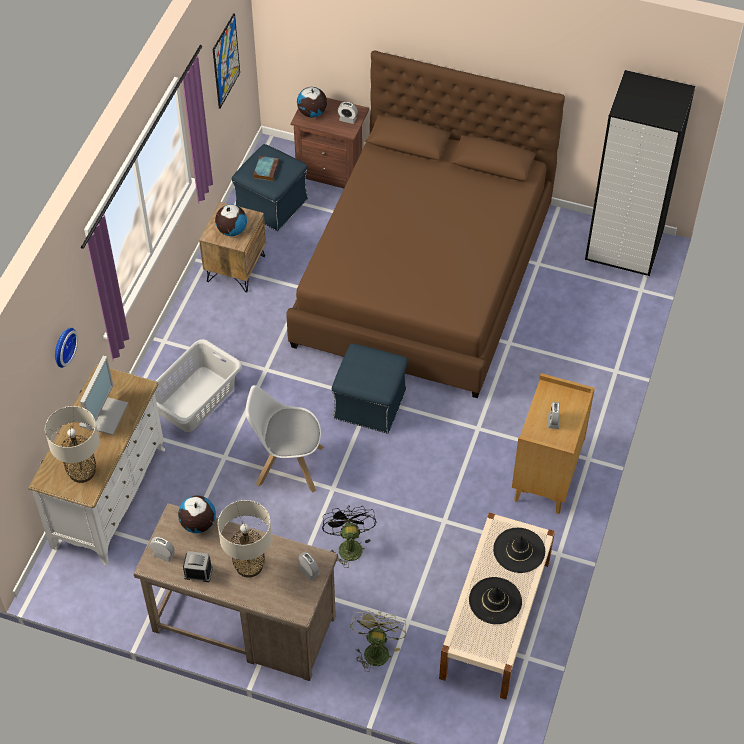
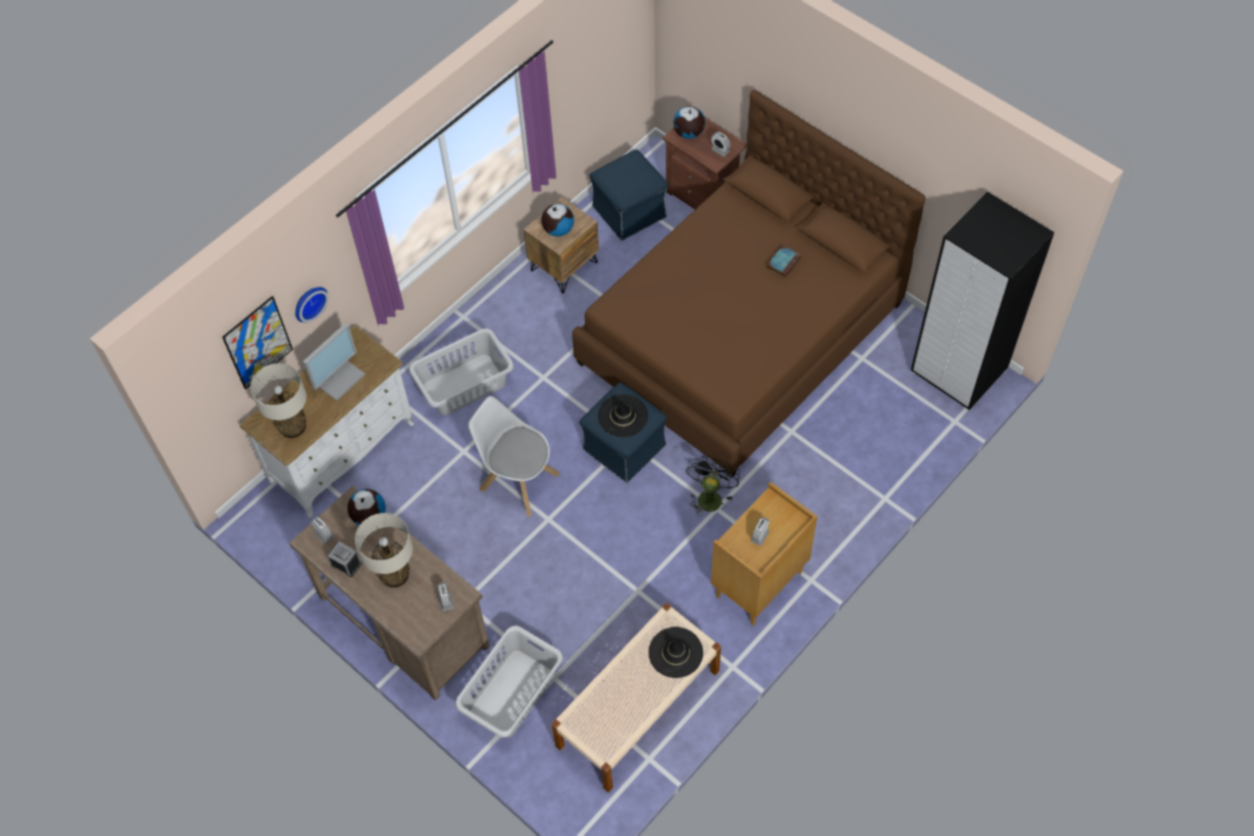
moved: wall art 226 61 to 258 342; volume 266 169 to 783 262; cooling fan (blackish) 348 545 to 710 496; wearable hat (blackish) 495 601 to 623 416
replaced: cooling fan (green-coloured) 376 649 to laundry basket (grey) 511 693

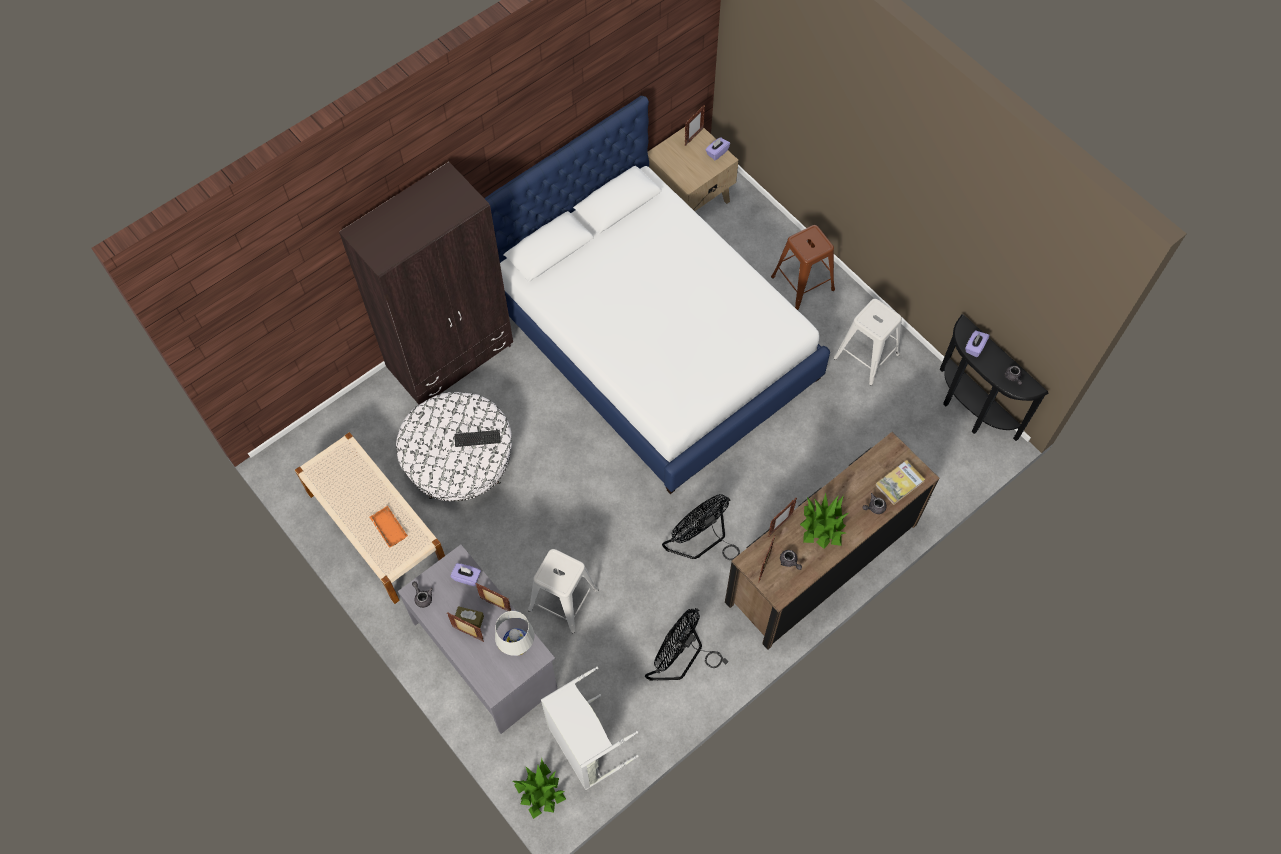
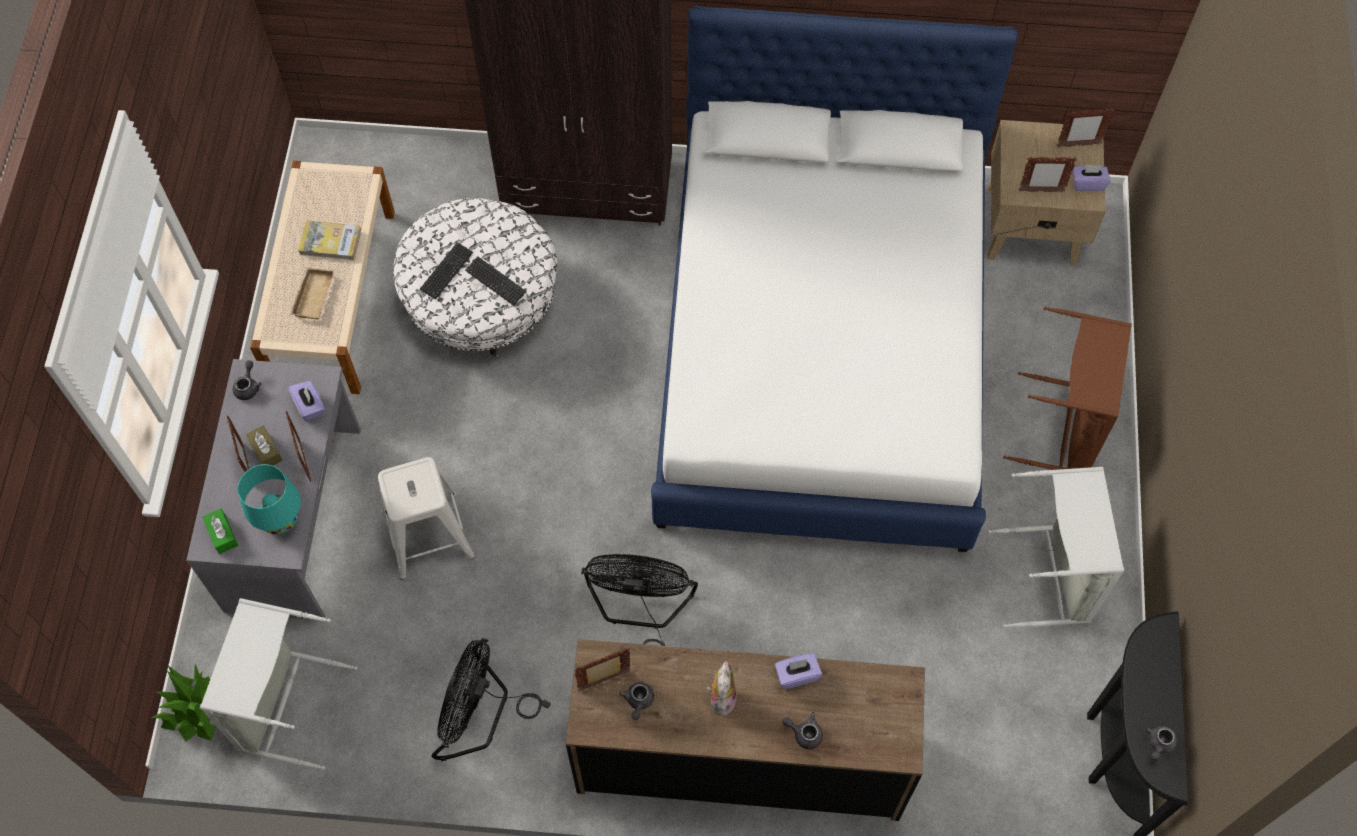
added: box of tissues (green-coloured) 222 534; computer keyboard 446 271
moved: standing frame 779 526 to 1040 191; volume 899 483 to 330 242; box of tissues (purple) 974 347 to 797 675
replaced: stool (brown) 803 283 to laundry basket (brown) 1065 427; plant in a pot 823 525 to cuddly toy 721 697; stool (whitish) 866 356 to laundry basket (grey) 1052 575
recoloured: carrying tray (orange-coloured) 388 528 to carrying tray (beige) 312 295; lamp for a table (whitish) 517 644 to lamp for a table (blue-green) 280 520
turned: cooling fan (blackish) 683 655 = 484 711 60 degrees counterclockwise

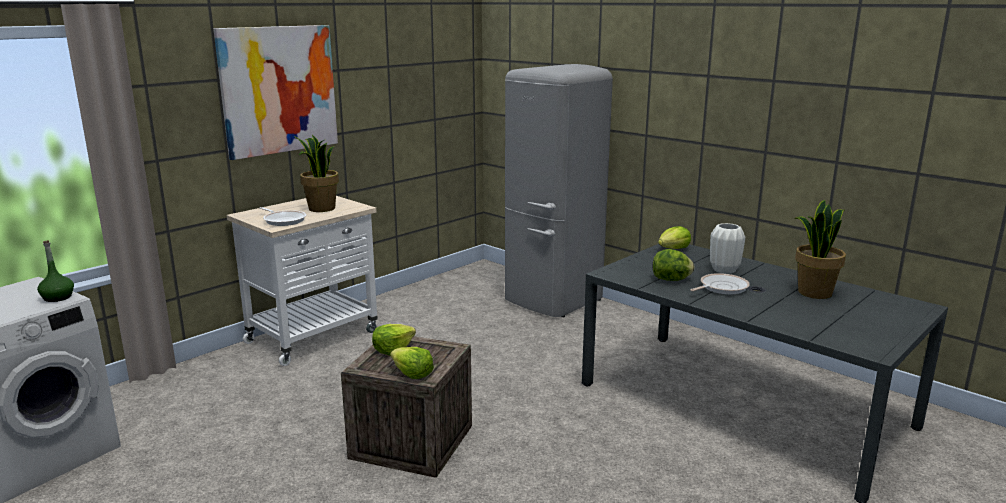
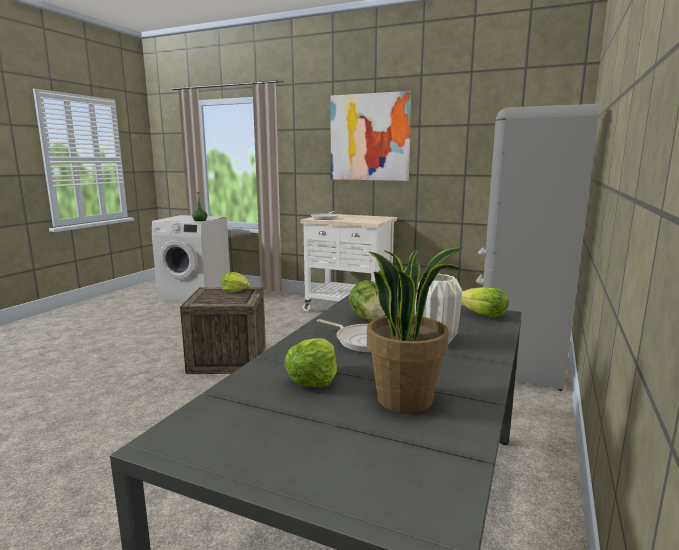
removed: plant in a pot 321 209
moved: lettuce 412 374 to 313 379

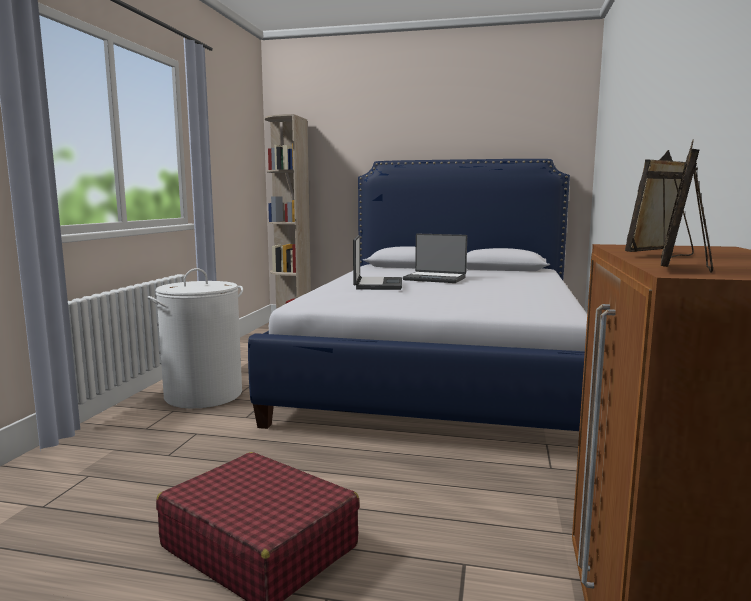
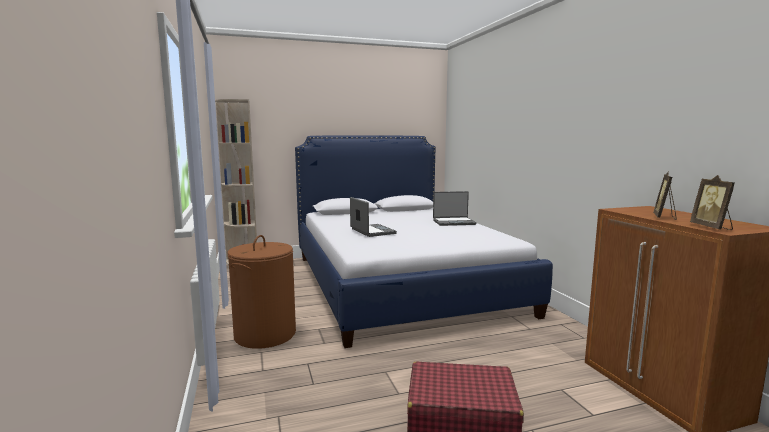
moved: laptop 435 279 to 453 222
recoloured: laundry basket (whitish) 203 395 to laundry basket (brown) 265 334

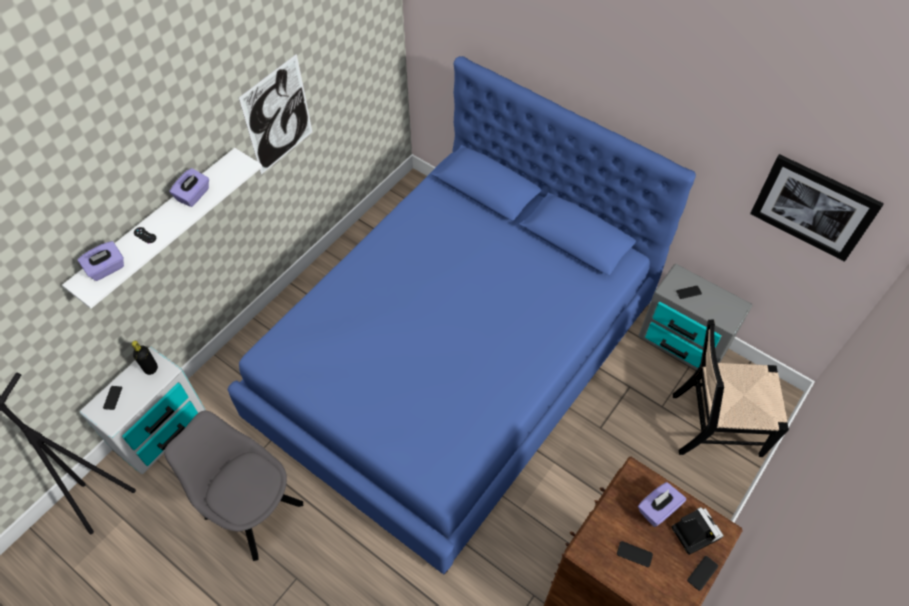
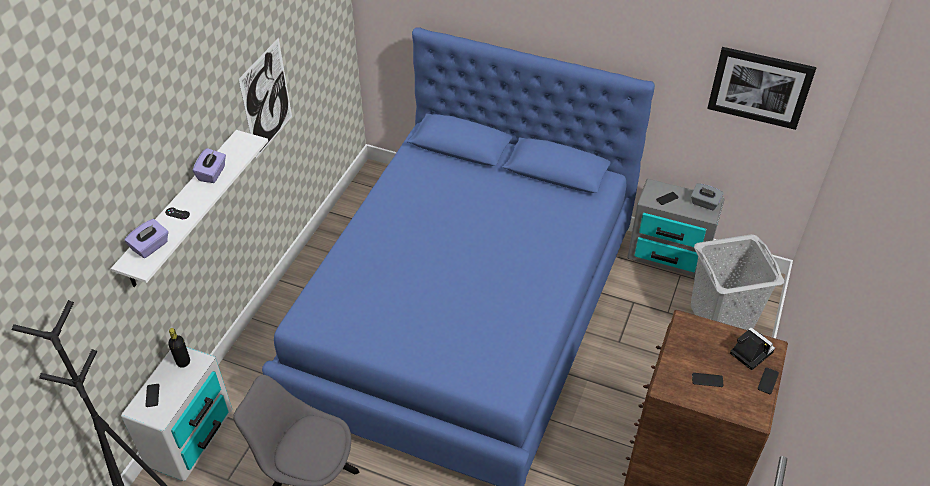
removed: box of tissues (purple) 657 509
added: box of tissues (grey) 704 203
replaced: plain chair 716 425 to laundry basket (grey) 720 317

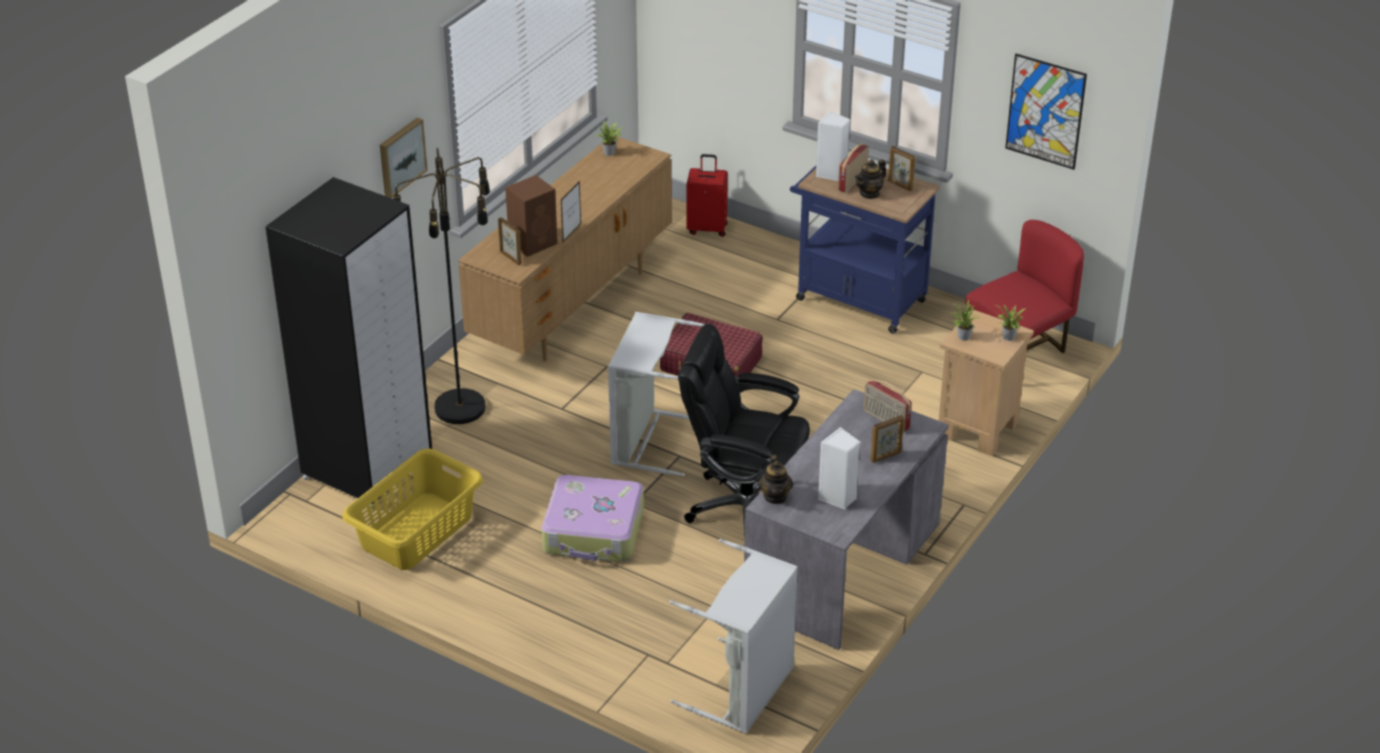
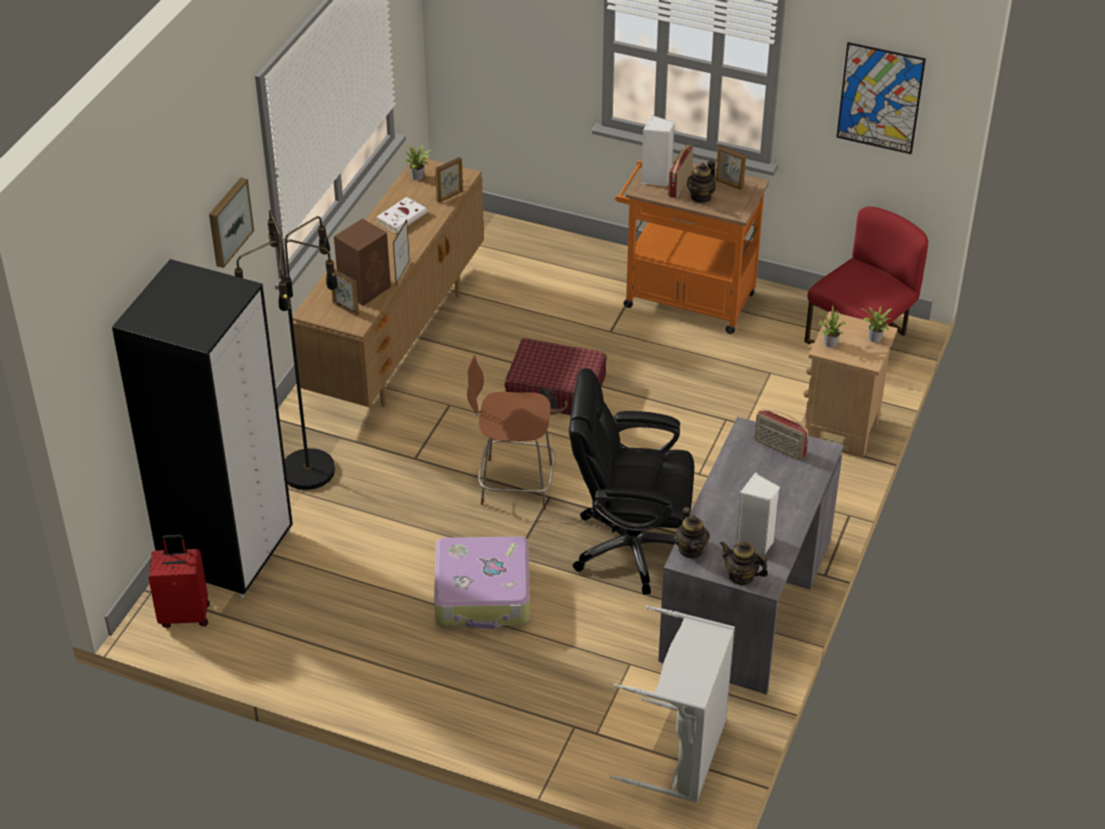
removed: laundry basket (yellow) 418 531
added: volume (whitish) 402 217; tea pot 741 576
moved: travel case (reddish) 707 228 to 185 614; standing frame 886 457 to 450 196
replaced: laundry basket (grey) 648 440 to plain chair (brown) 513 483
recoloured: trolley (blue) 857 299 to trolley (orange-coloured) 685 300

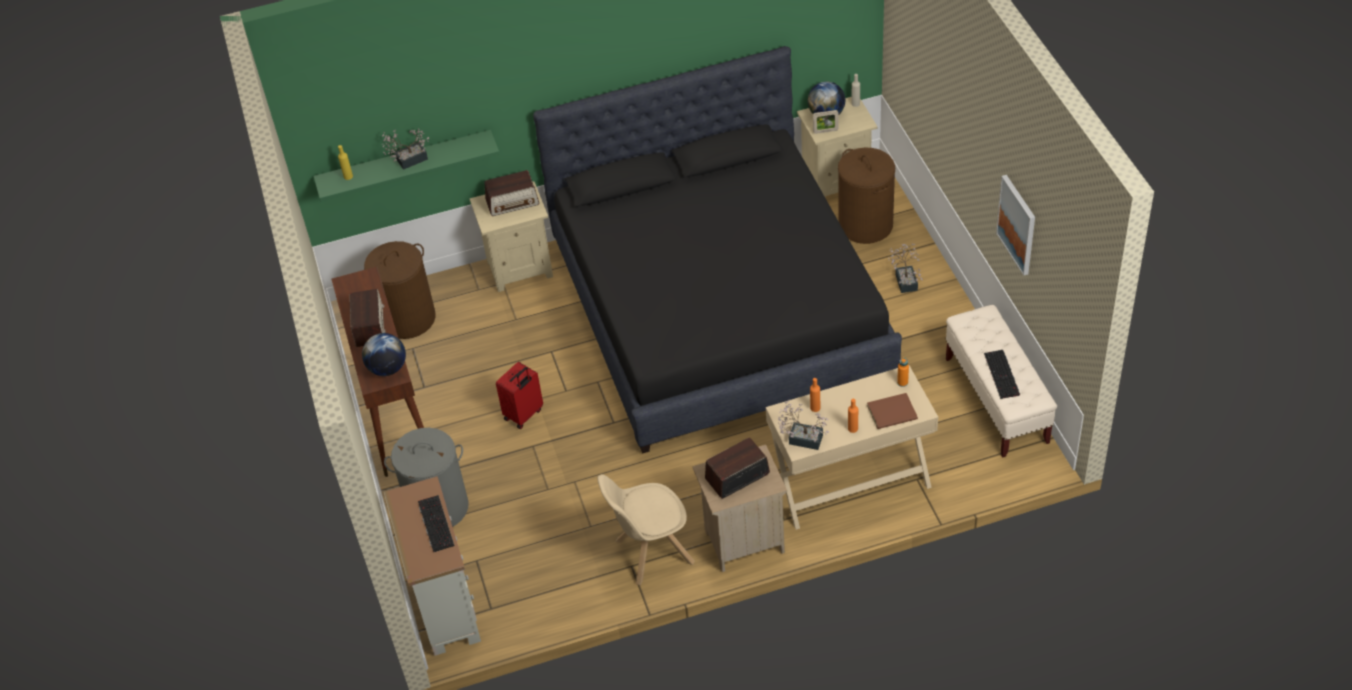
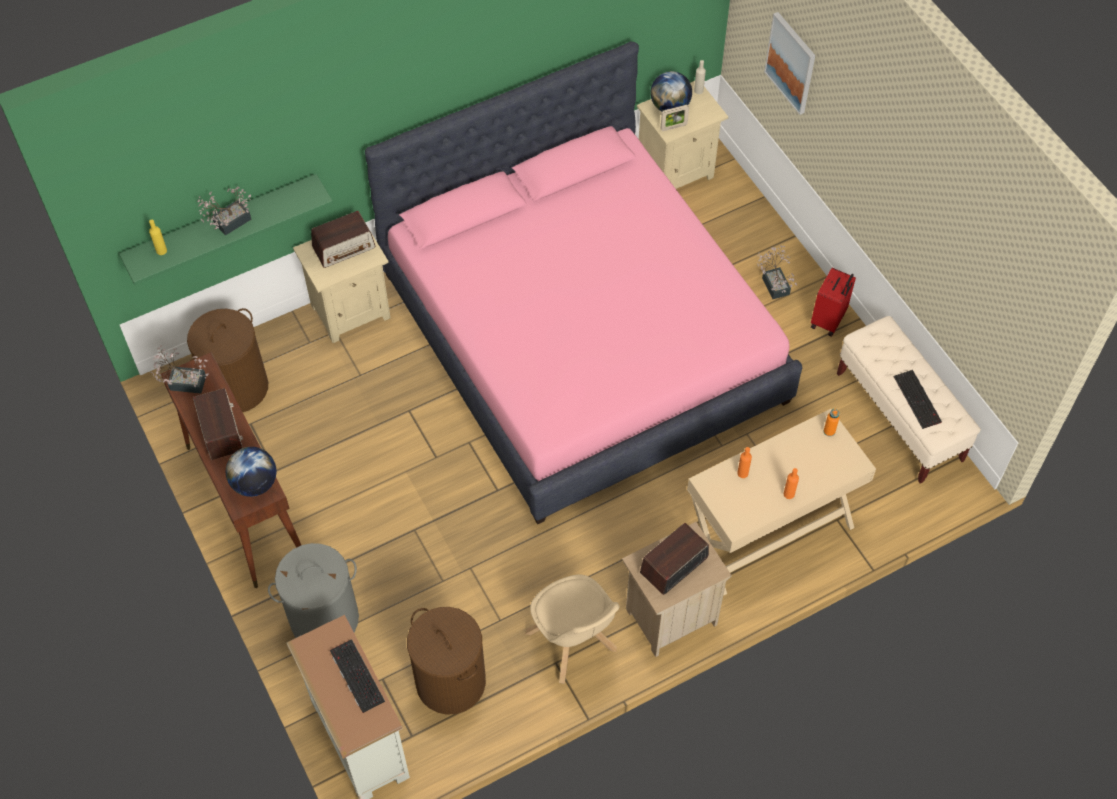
removed: volume (brown) 893 413
moved: travel case (reddish) 524 415 to 829 320; plant in a pot 802 438 to 183 382; laundry basket (brown) 865 225 to 450 682; wall art 1017 224 to 791 62
recoloured: bedroom bed (blackish) 719 307 to bedroom bed (pink-coloured) 582 336
turned: plain chair (beige) 650 553 = 573 644 90 degrees counterclockwise

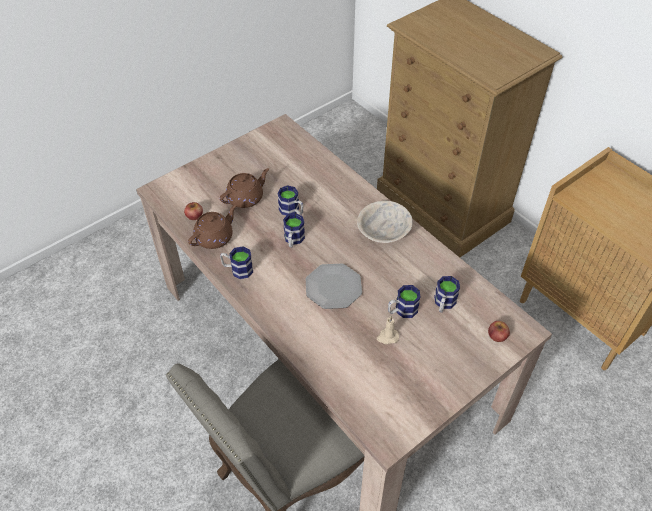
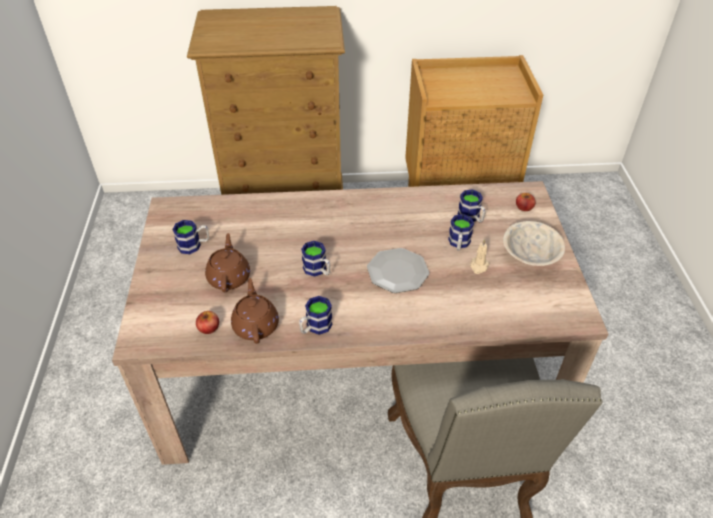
moved: coffee mug 292 211 to 194 245; deep dish (beige) 384 231 to 530 254

